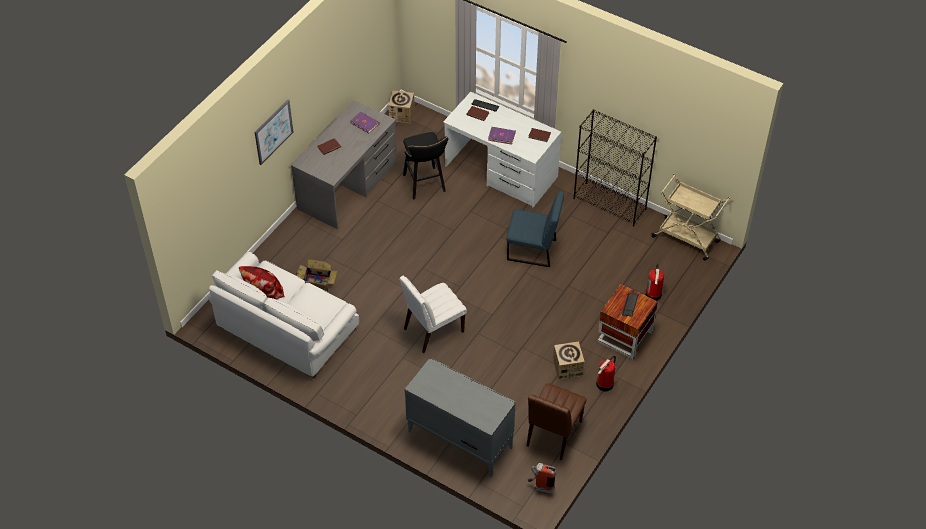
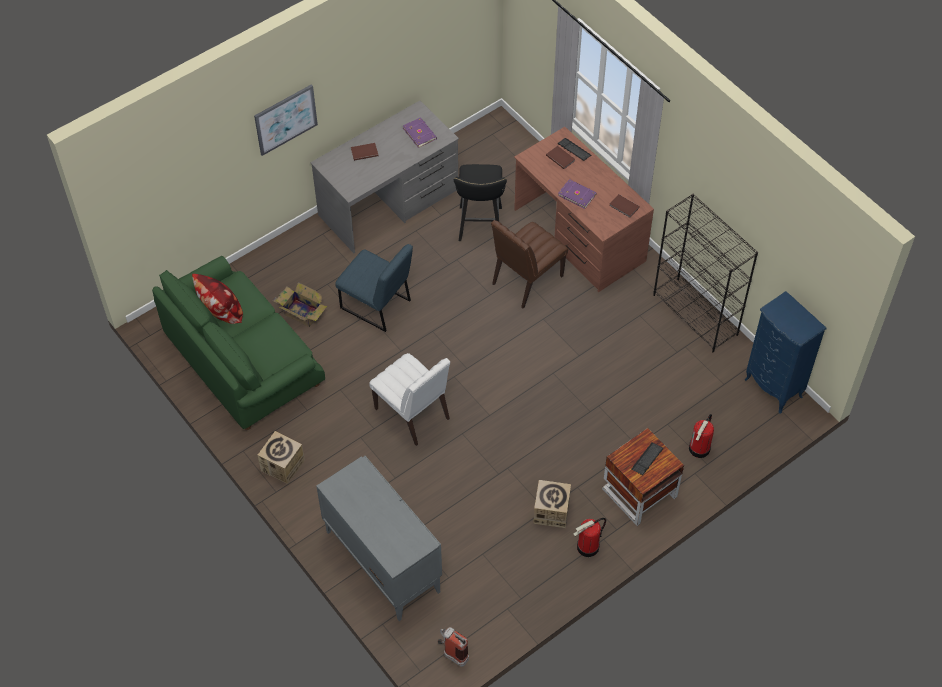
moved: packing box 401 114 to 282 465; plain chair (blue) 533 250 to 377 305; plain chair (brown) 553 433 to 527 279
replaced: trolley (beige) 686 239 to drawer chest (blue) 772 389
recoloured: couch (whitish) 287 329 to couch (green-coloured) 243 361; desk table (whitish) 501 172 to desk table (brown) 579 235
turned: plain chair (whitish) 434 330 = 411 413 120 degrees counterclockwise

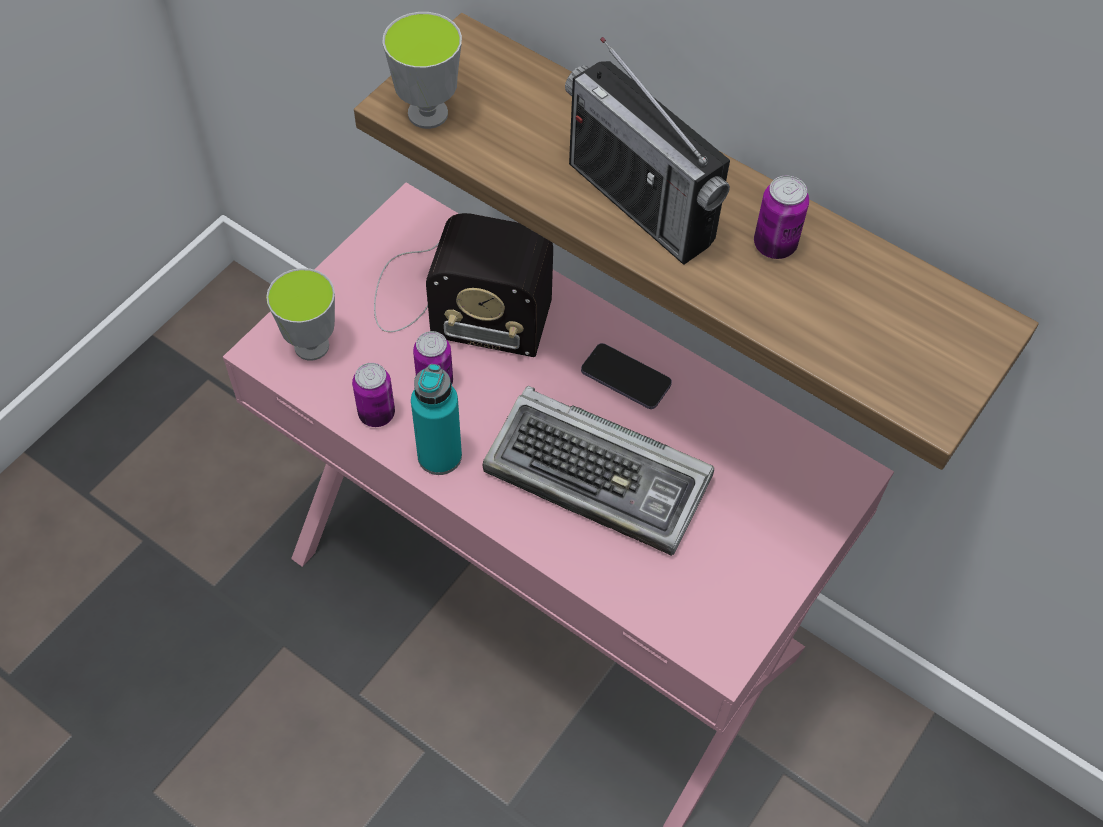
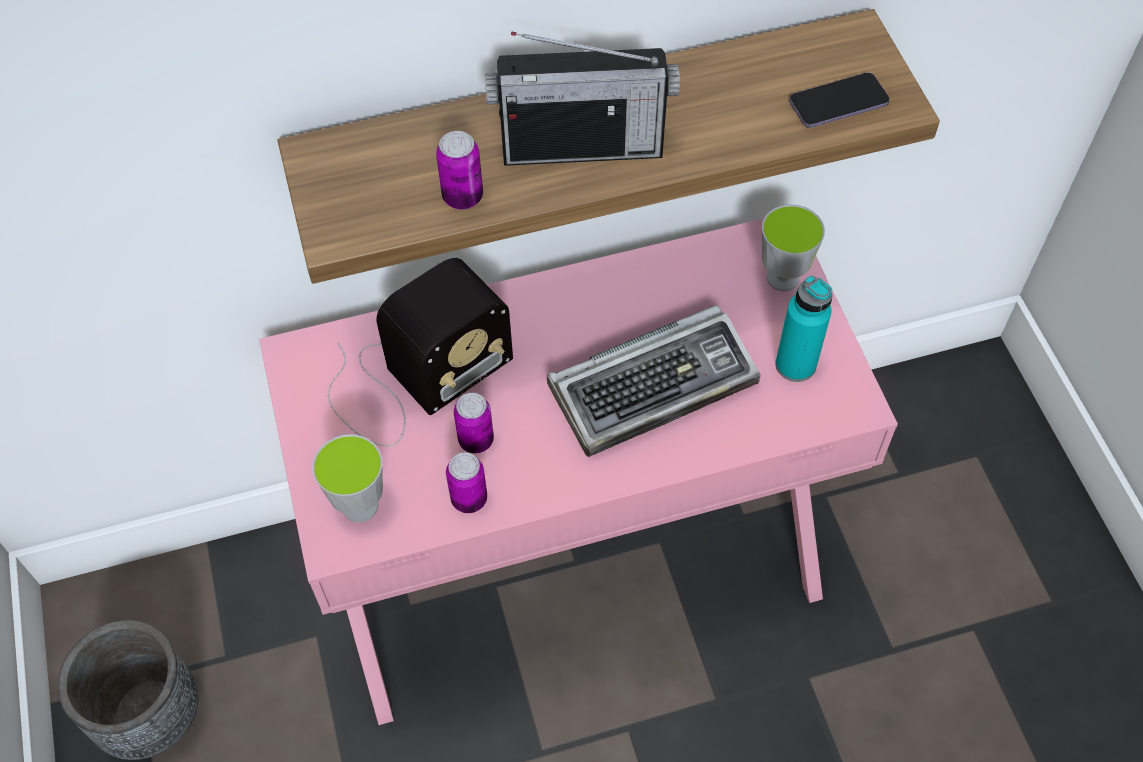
added: planter (grey) 150 715
moved: drinking cup 428 114 to 782 278; bottle (blue-green) 439 456 to 795 365; phone 625 378 to 838 103; metal can 774 245 to 462 197

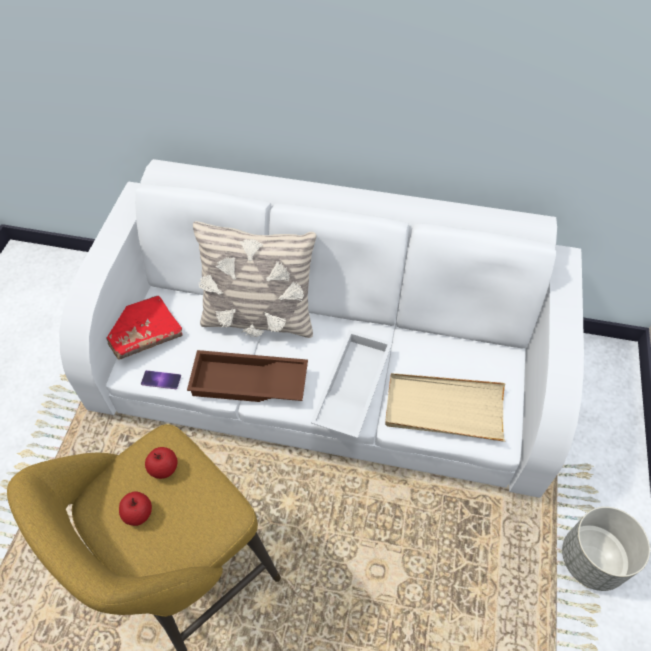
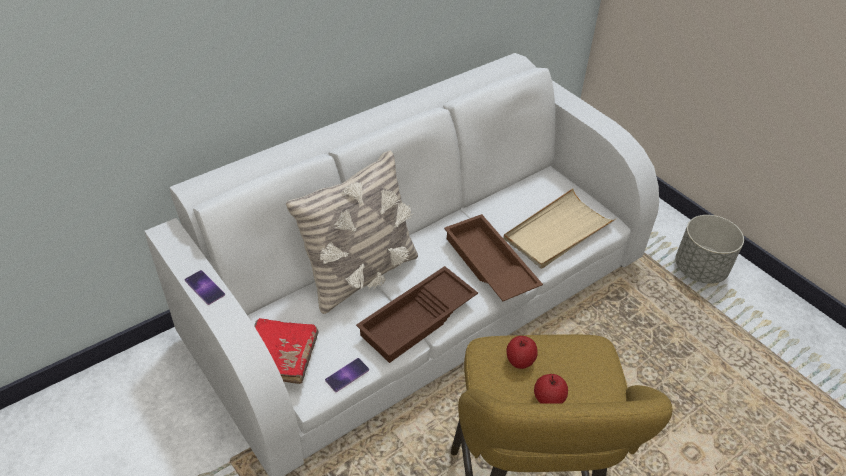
added: phone 204 287
recoloured: carrying tray (whitish) 351 387 to carrying tray (brown) 488 265

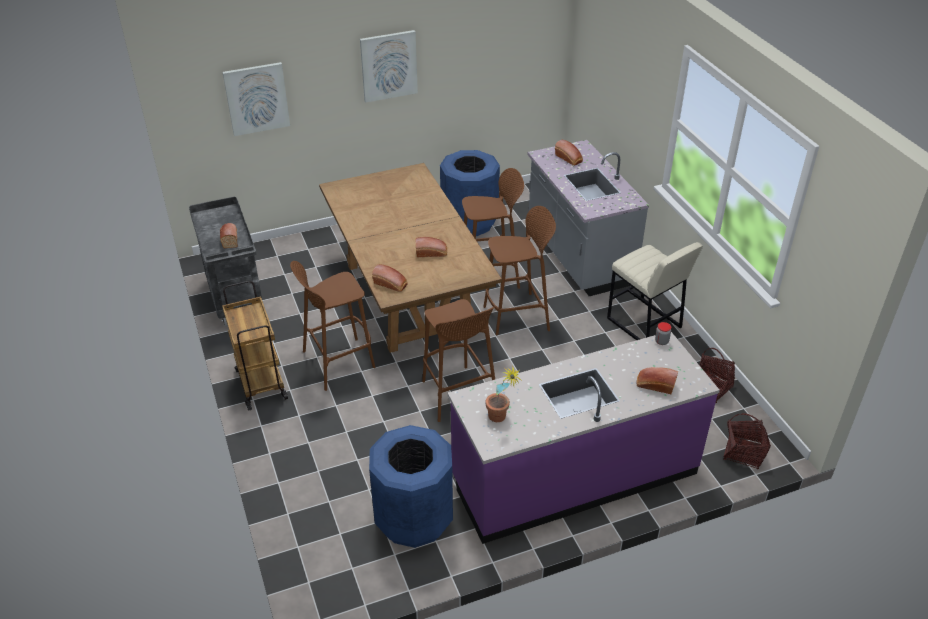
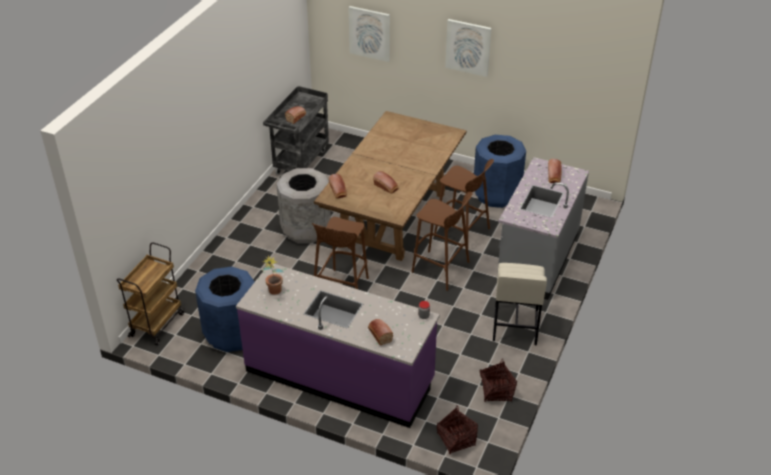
moved: trolley (brown) 261 384 to 157 324
replaced: stool (brown) 337 362 to waste bin (grey) 305 230

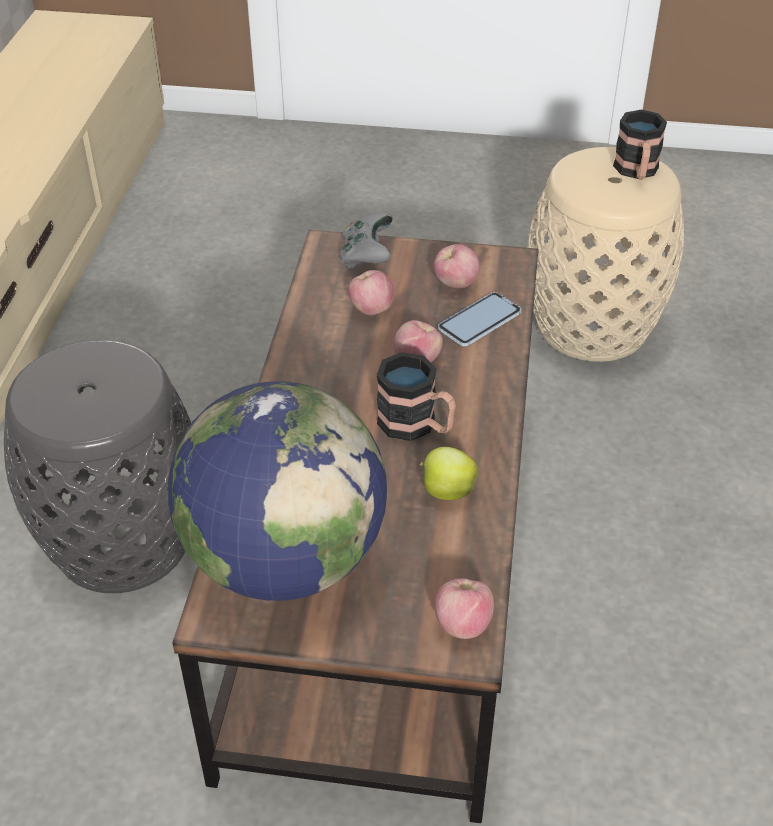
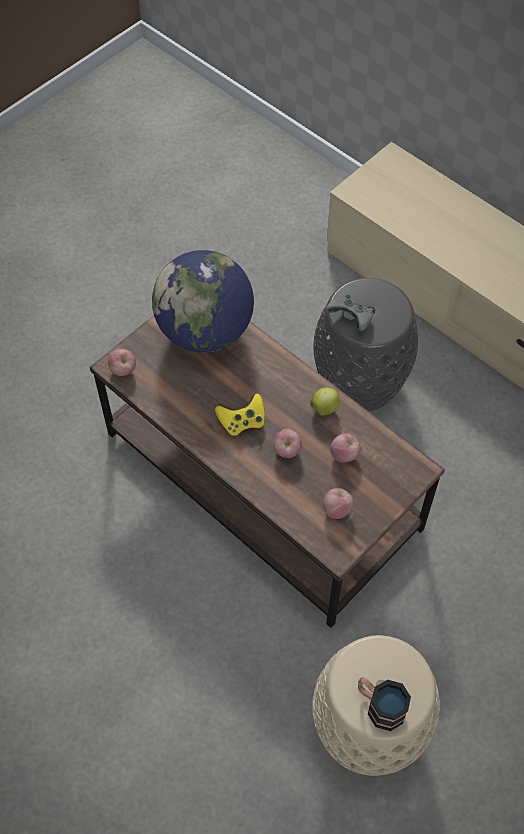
removed: phone 479 321
moved: game controller (grey) 366 256 to 351 319; whole apple 446 491 to 325 408
replaced: coffee mug 416 426 to game controller (yellow) 242 422

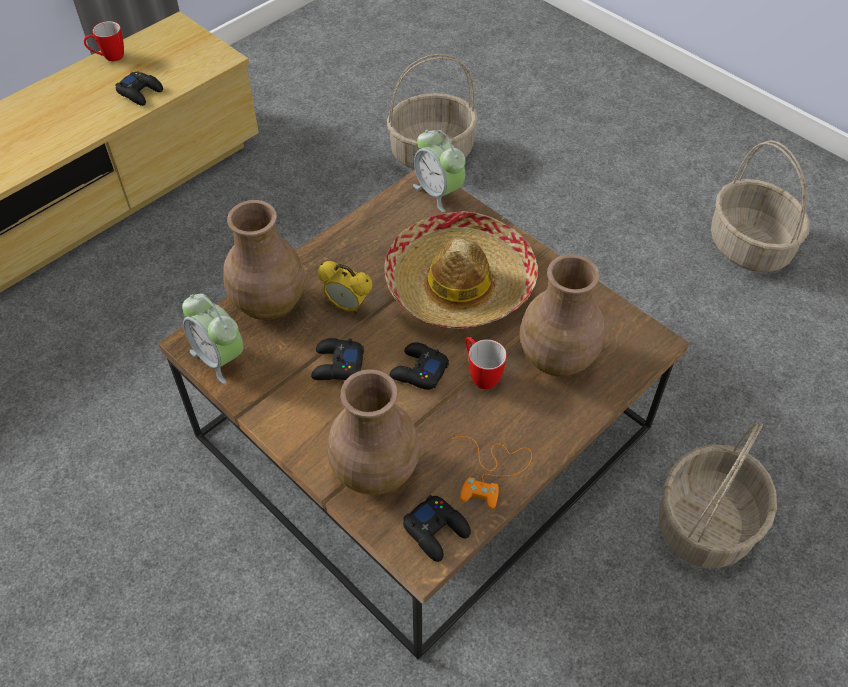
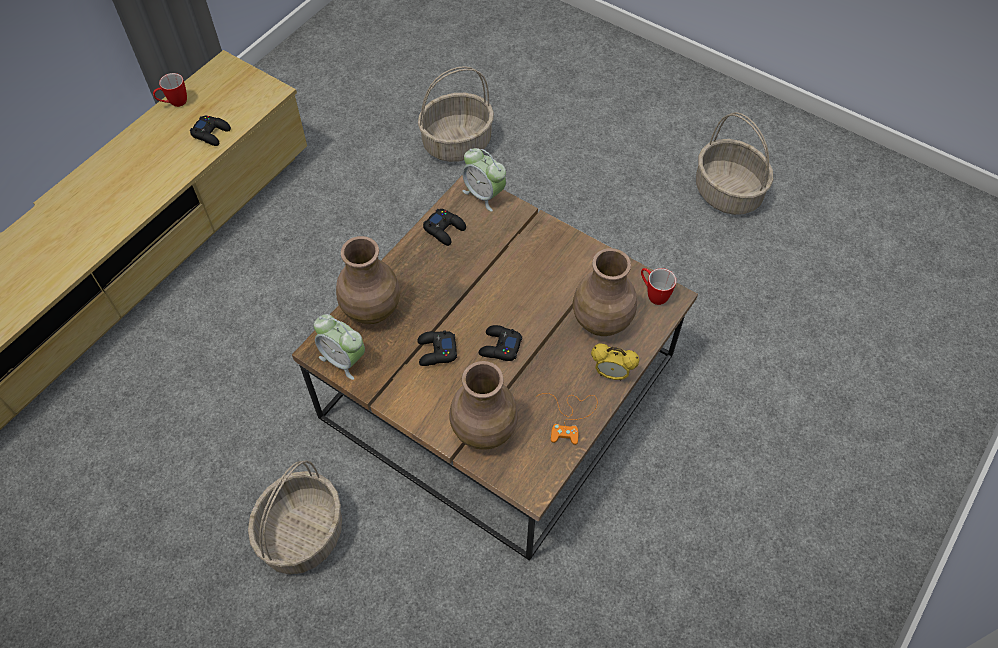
removed: wearable hat 459 284
moved: alarm clock 347 306 to 611 374; game controller (blackish) 436 531 to 445 229; coffee mug 480 374 to 653 294; household basket 705 522 to 302 533

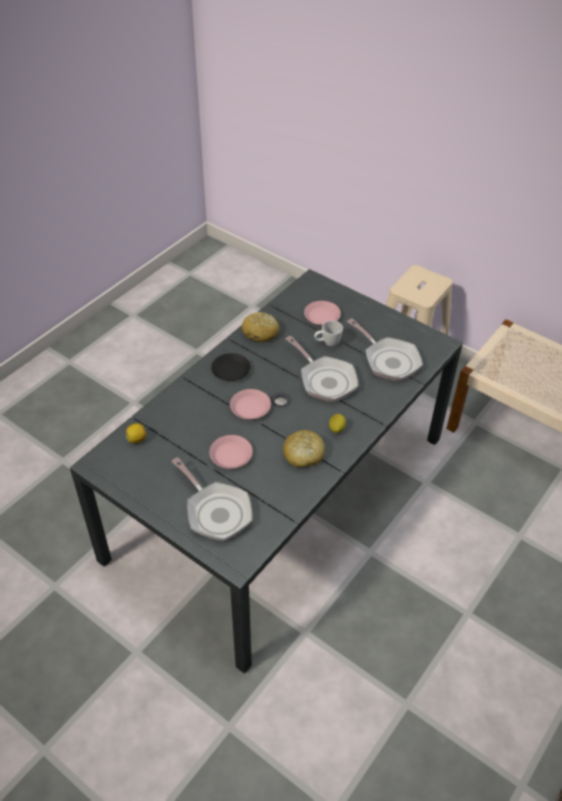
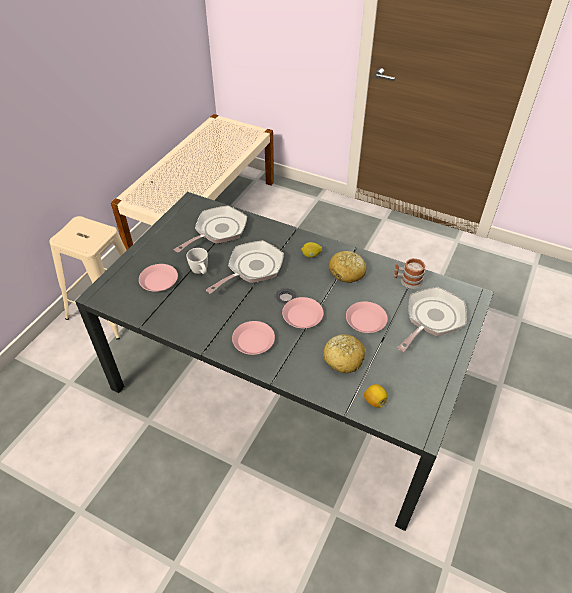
added: coffee mug 407 281
moved: bread 260 332 to 343 358
recoloured: plate (blackish) 230 370 to plate (pink-coloured) 254 340

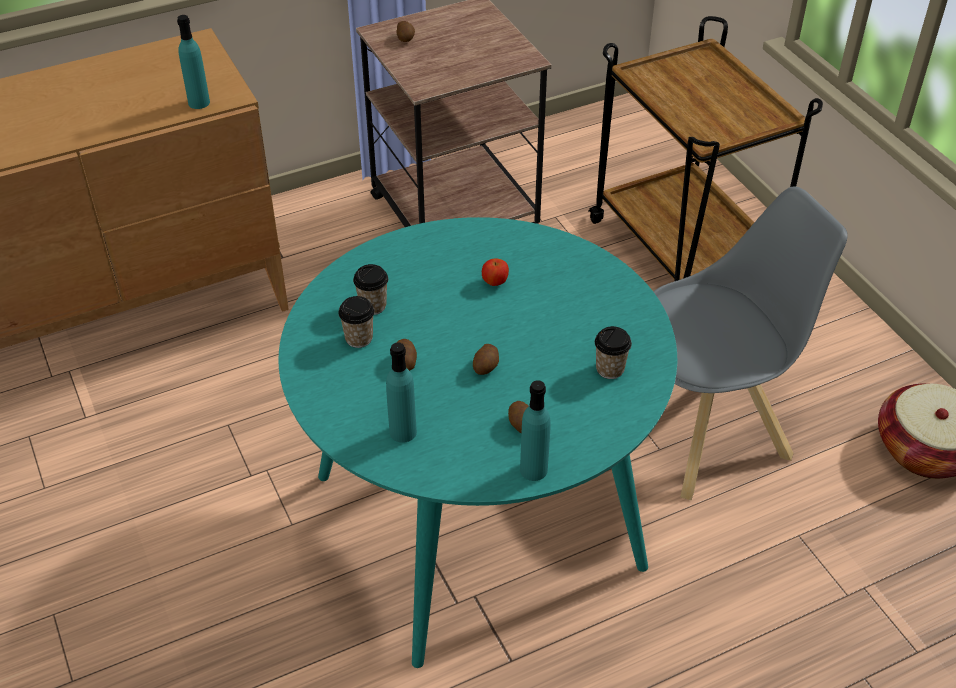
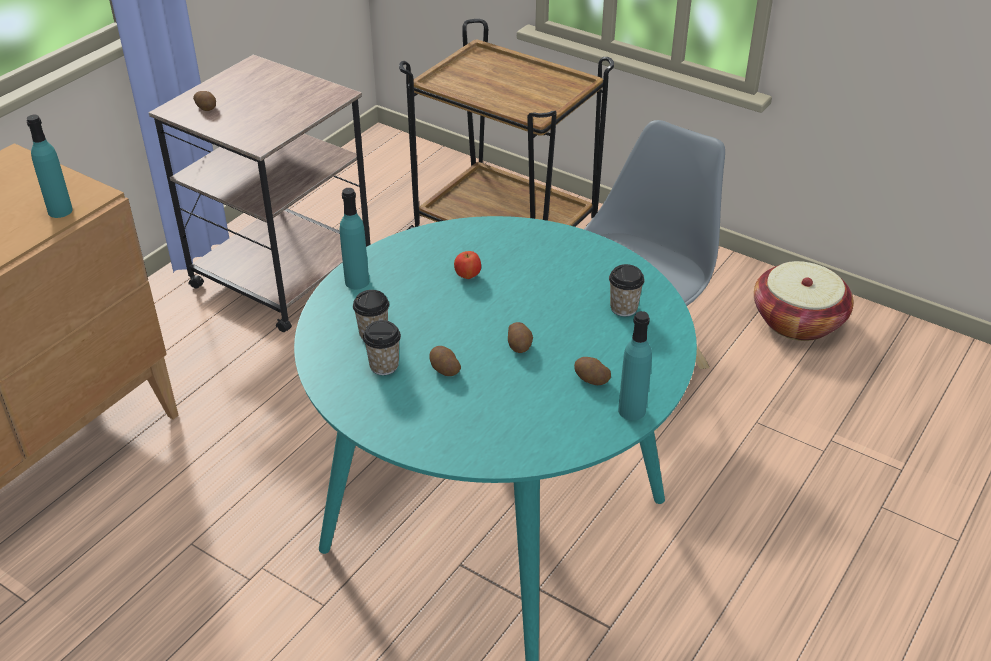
moved: bottle (blue-green) 403 432 to 357 282

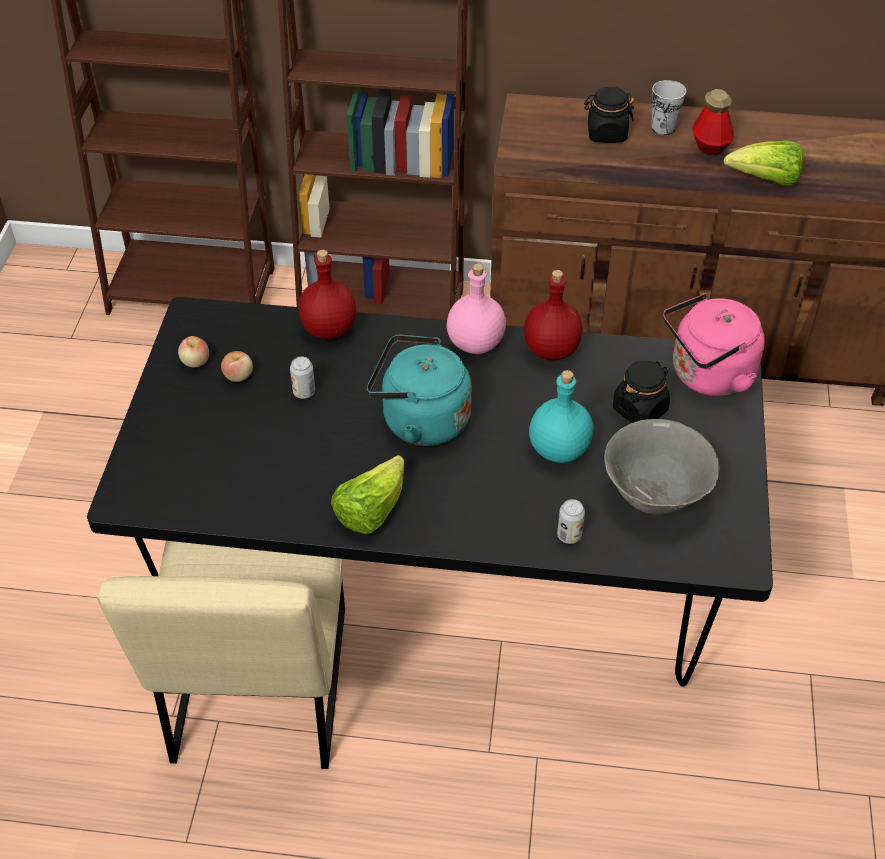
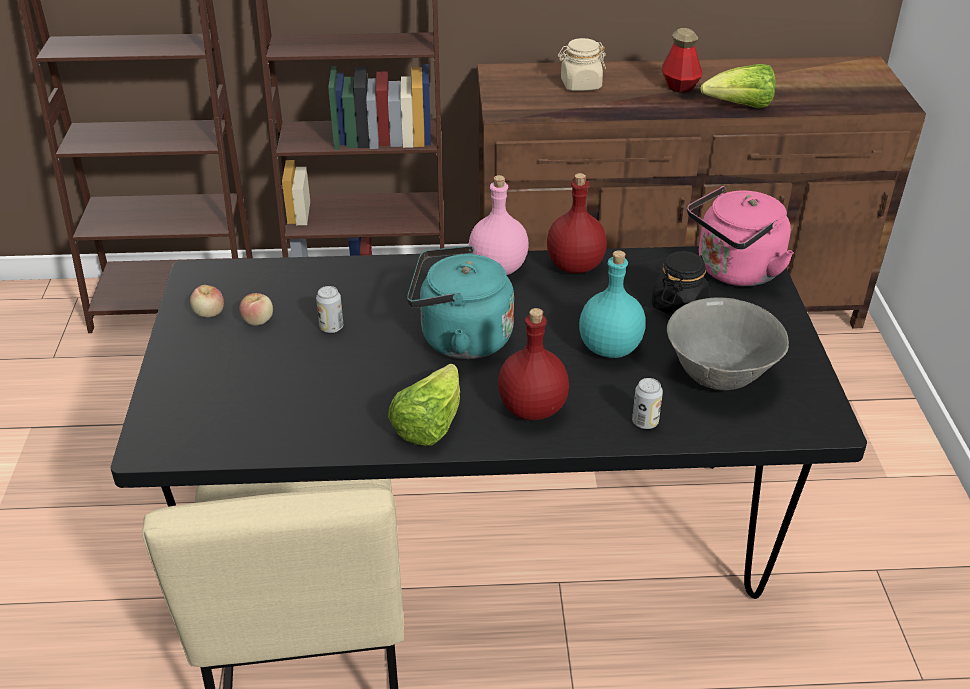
removed: drinking cup 663 128
moved: bottle (reddish) 328 329 to 532 409
recoloured: preserve jar (blackish) 606 133 to preserve jar (beige) 580 85

